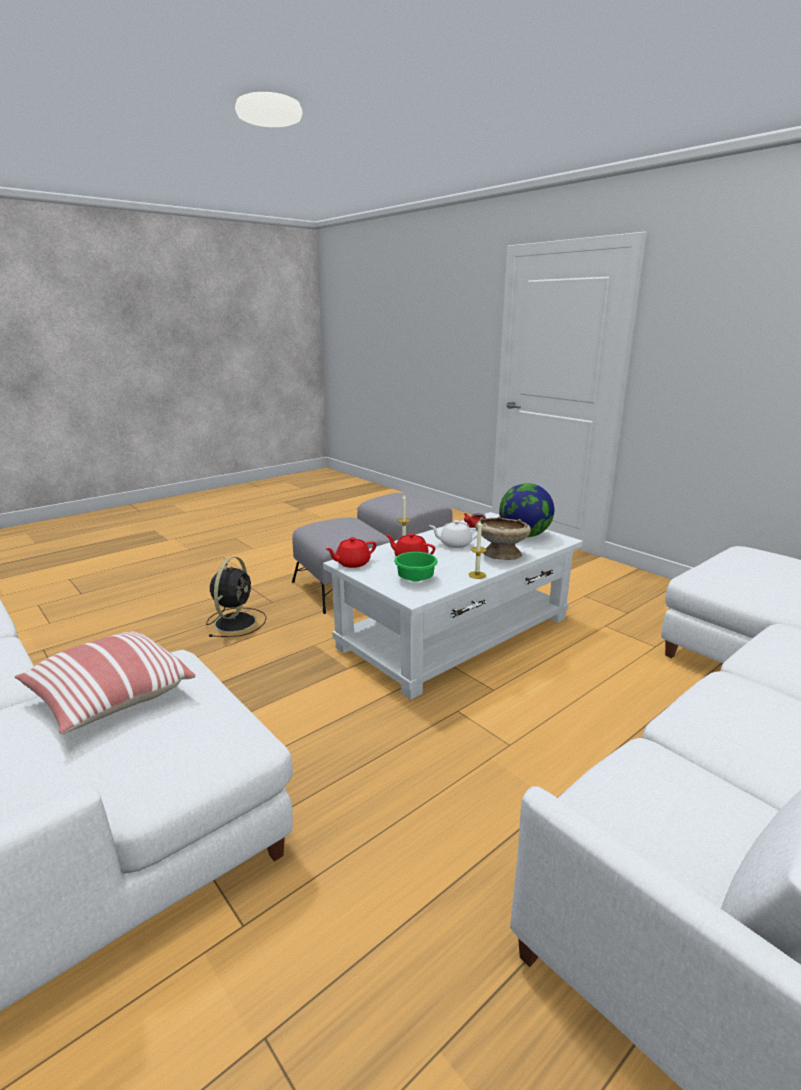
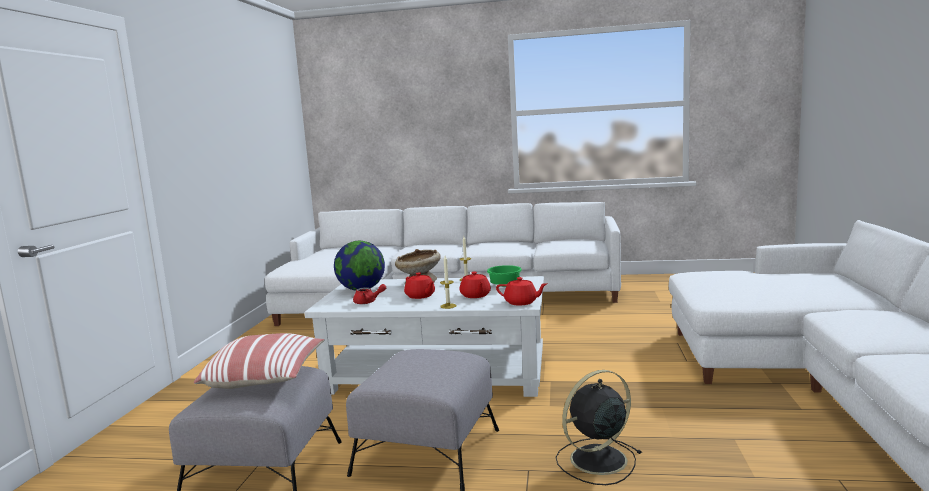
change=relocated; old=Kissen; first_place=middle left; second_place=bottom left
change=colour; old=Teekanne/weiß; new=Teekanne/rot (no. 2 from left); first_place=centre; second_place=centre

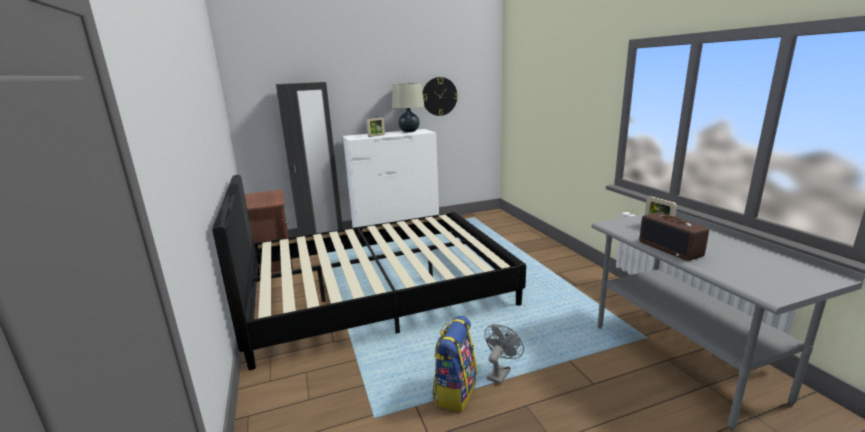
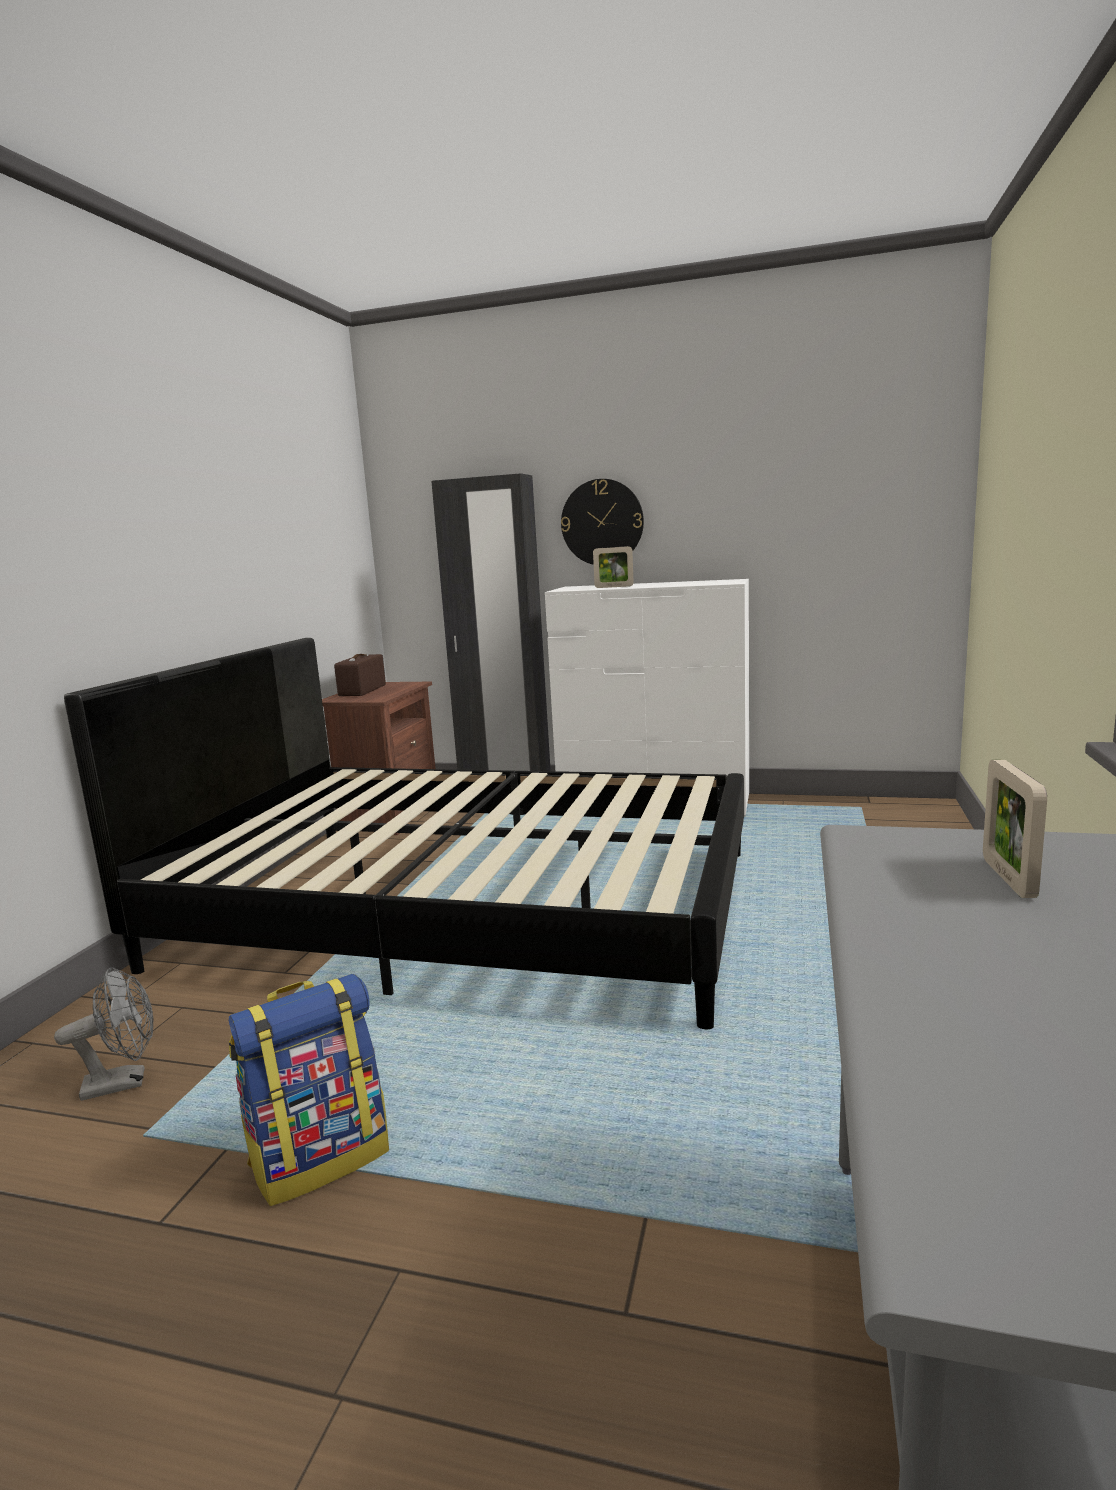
change=relocated; old=Ventilator/grau; first_place=bottom centre; second_place=bottom left
change=relocated; old=Radio; first_place=middle right; second_place=middle left
change=relocated; old=Wanduhr; first_place=top centre; second_place=centre
change=missing; old=Tischlampe/beige; first_place=top centre

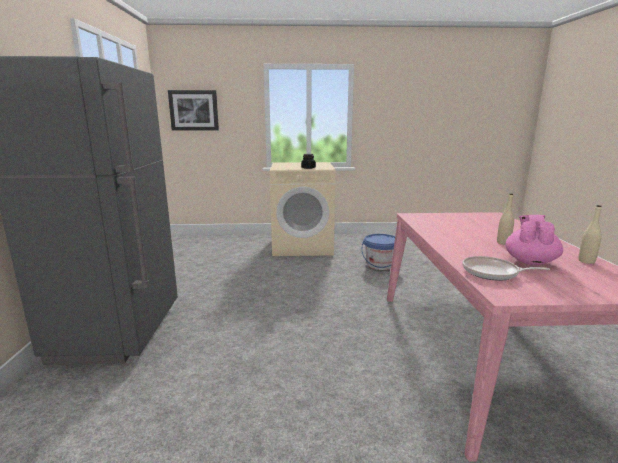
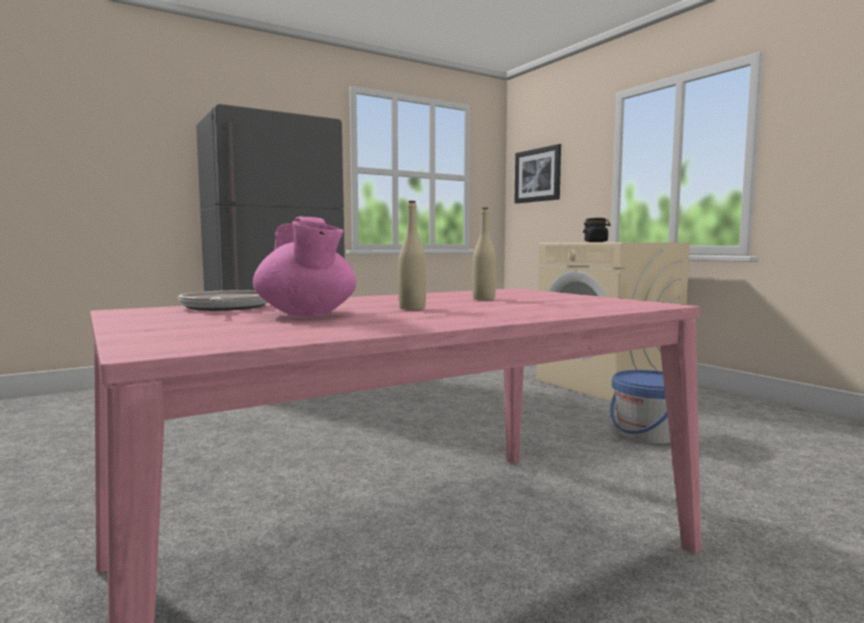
change=spun; old=Teekanne/rosa; first_place=middle right; second_place=centre; degrees=75
change=relocated; old=Flasche/beige (no. 2 from left); first_place=middle right; second_place=centre

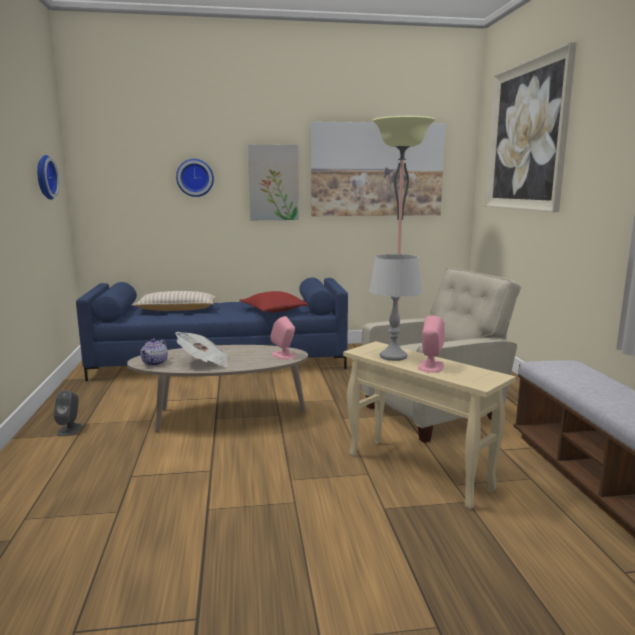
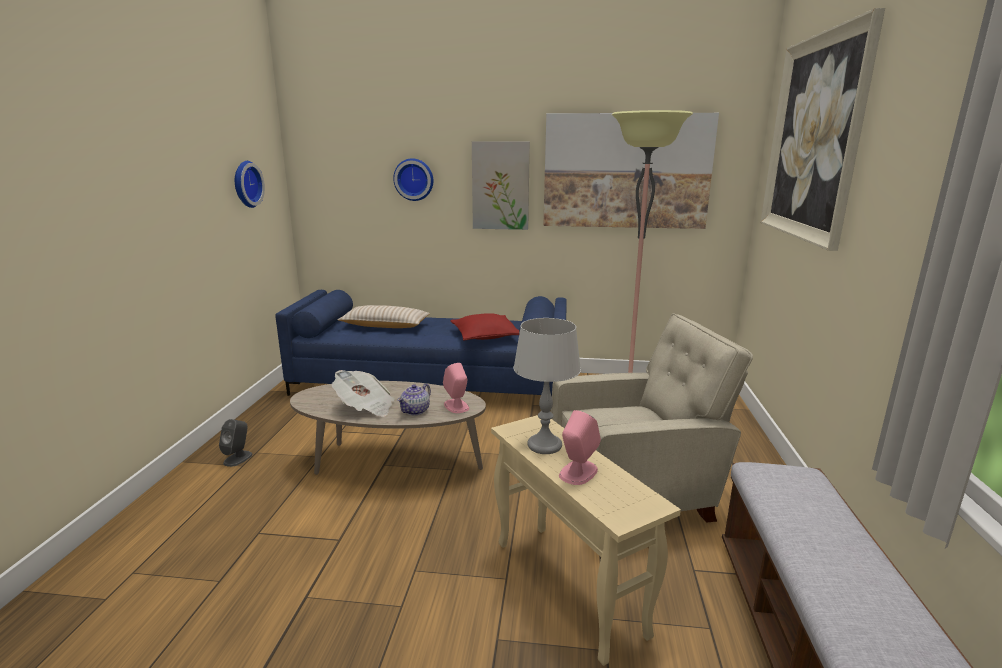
change=relocated; old=Teekanne; first_place=middle left; second_place=centre

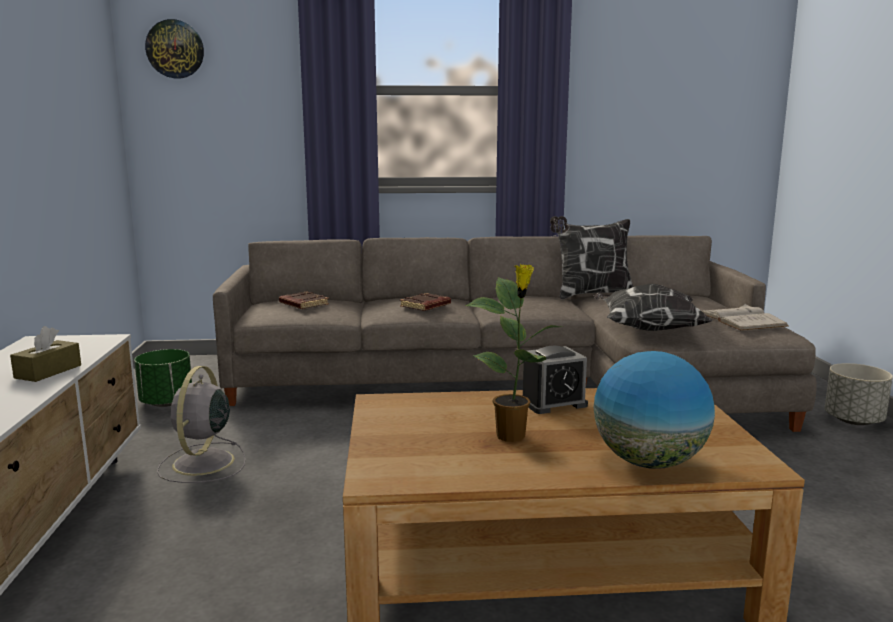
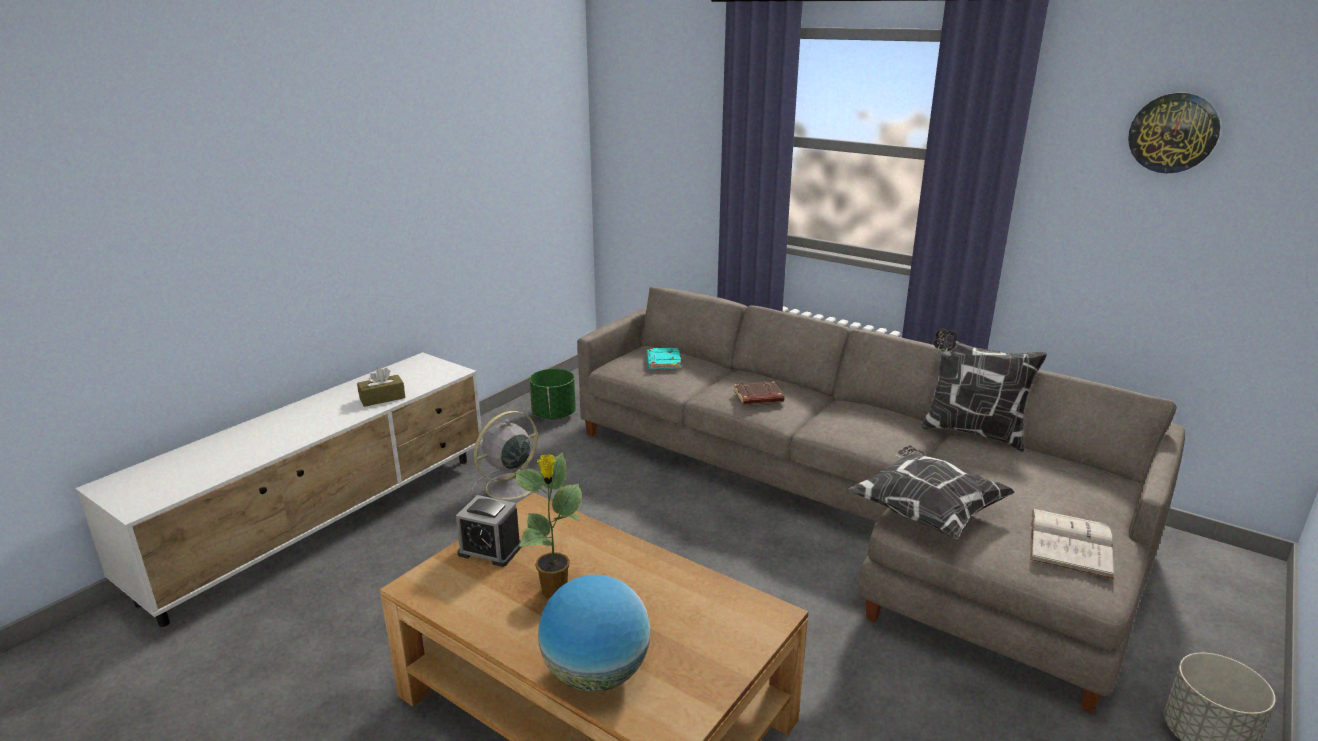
change=relocated; old=Wecker; first_place=centre; second_place=bottom centre
change=colour; old=Buch/braun (no. 1 from left); new=Buch/türkis; first_place=centre; second_place=centre
change=relocated; old=Wanduhr; first_place=top left; second_place=top right

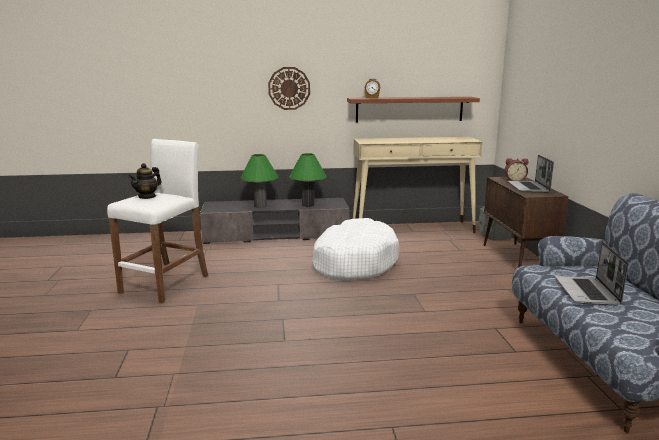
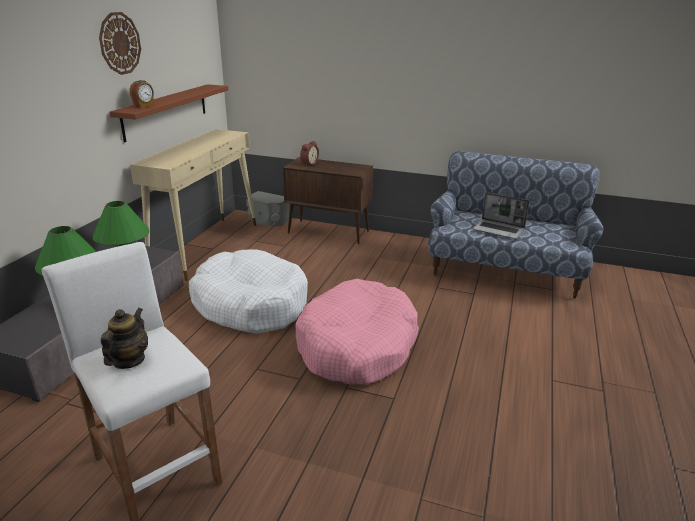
change=relocated; old=Wanduhr; first_place=top centre; second_place=top left
change=spun; old=Teekanne; first_place=middle left; second_place=middle left; degrees=-135
change=appeared; new=Hundebett/rosa; second_place=centre
change=missing; old=Laptop (no. 1 from left); first_place=middle right

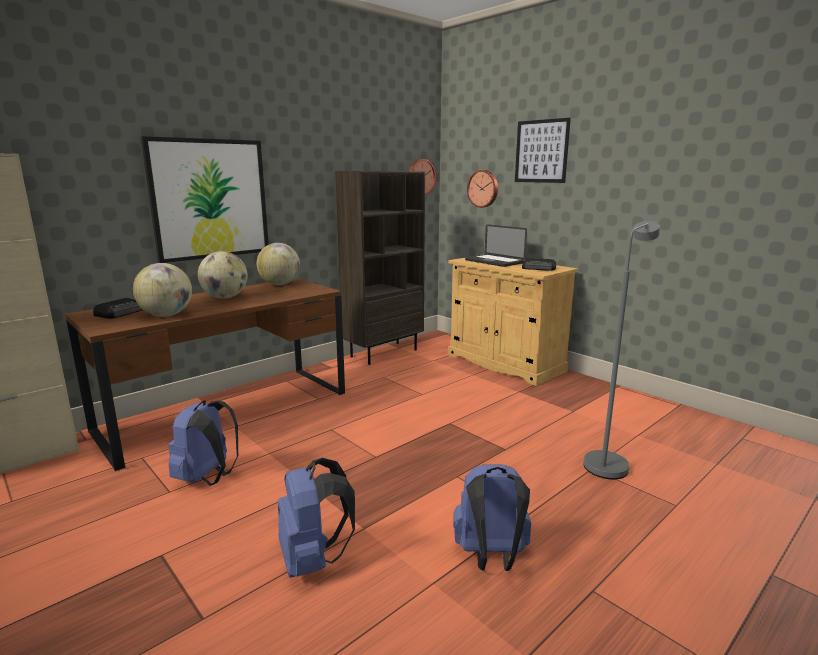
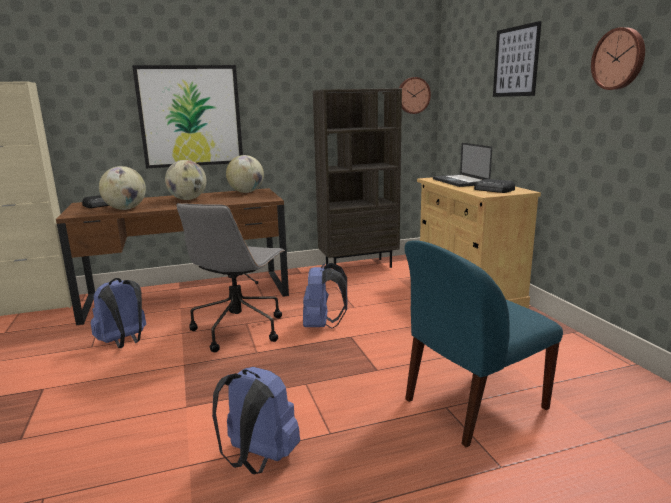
change=appeared; new=Bürostuhl/grau; second_place=centre
change=relocated; old=Rucksack/blau (no. 2 from left in the first image); new=Rucksack/blau (no. 3 from left); first_place=bottom centre; second_place=centre
change=exchanged; old=Stehlampe/grau; new=Stuhl/blau; first_place=middle right; second_place=bottom right
change=relocated; old=Wanduhr (no. 2 from left); first_place=top centre; second_place=top right

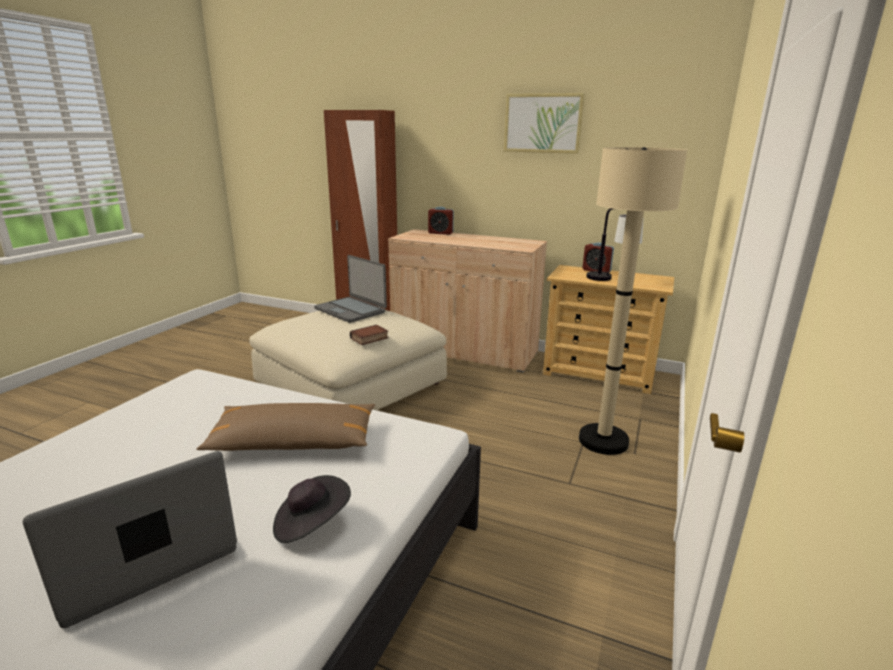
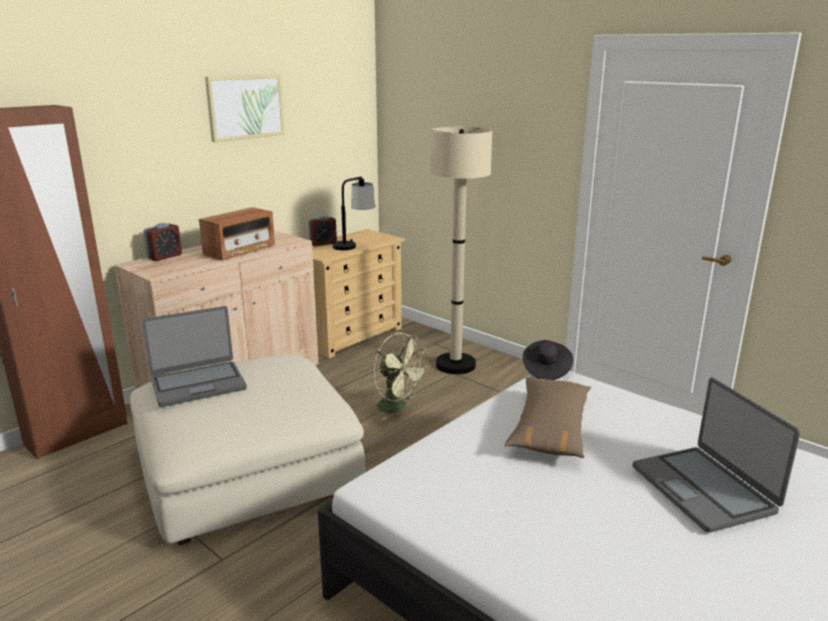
change=appeared; new=Radio; second_place=middle left
change=appeared; new=Ventilator/grün; second_place=centre
change=relocated; old=Hut/schwarz; first_place=bottom centre; second_place=centre
change=missing; old=Buch; first_place=centre

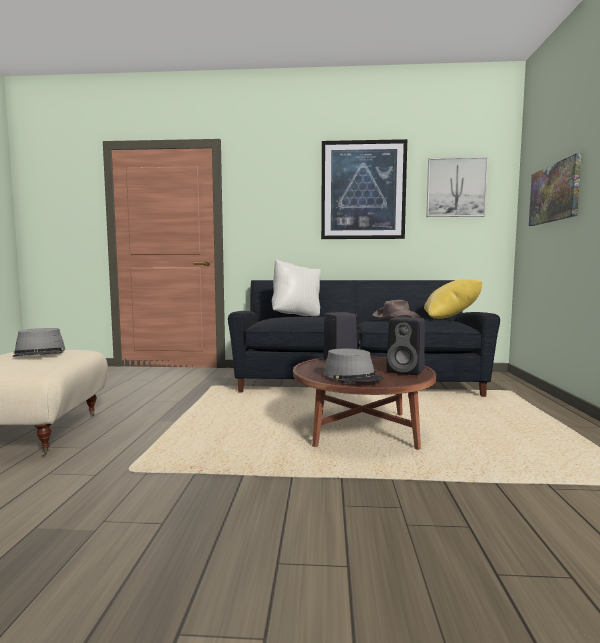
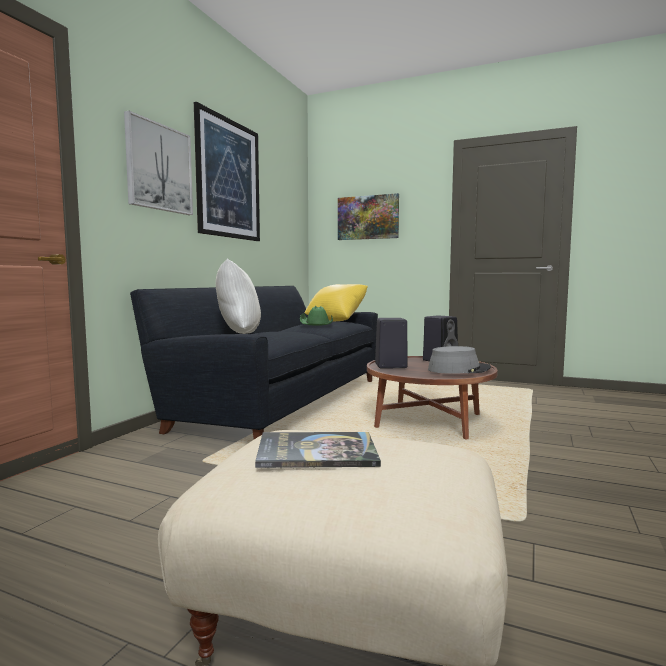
change=relocated; old=Bild (no. 2 from left in the first image); new=Bild (no. 1 from left); first_place=top right; second_place=top left
change=exchanged; old=Hut/grau (no. 1 from left); new=Buch; first_place=middle left; second_place=bottom centre
change=colour; old=Hut/braun; new=Hut/grün; first_place=centre; second_place=centre

